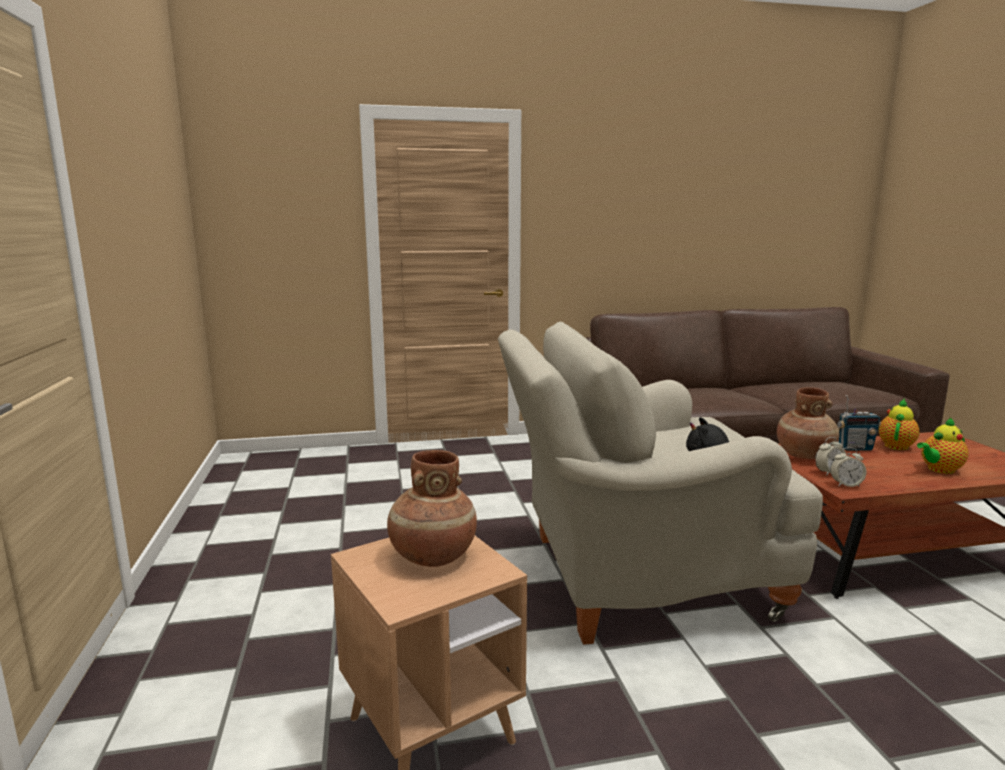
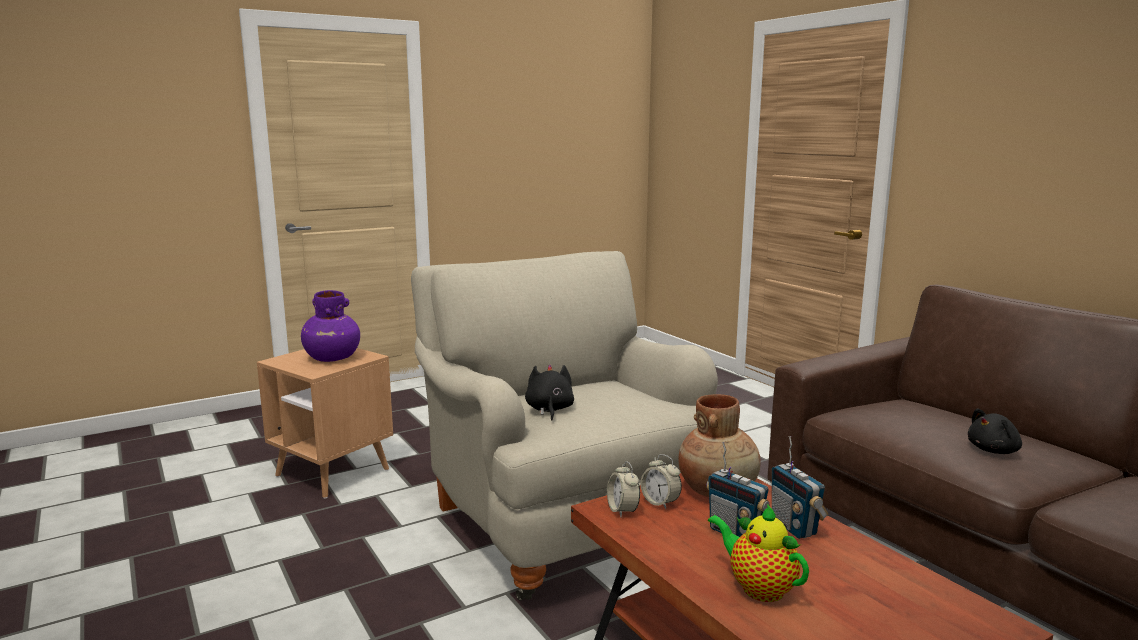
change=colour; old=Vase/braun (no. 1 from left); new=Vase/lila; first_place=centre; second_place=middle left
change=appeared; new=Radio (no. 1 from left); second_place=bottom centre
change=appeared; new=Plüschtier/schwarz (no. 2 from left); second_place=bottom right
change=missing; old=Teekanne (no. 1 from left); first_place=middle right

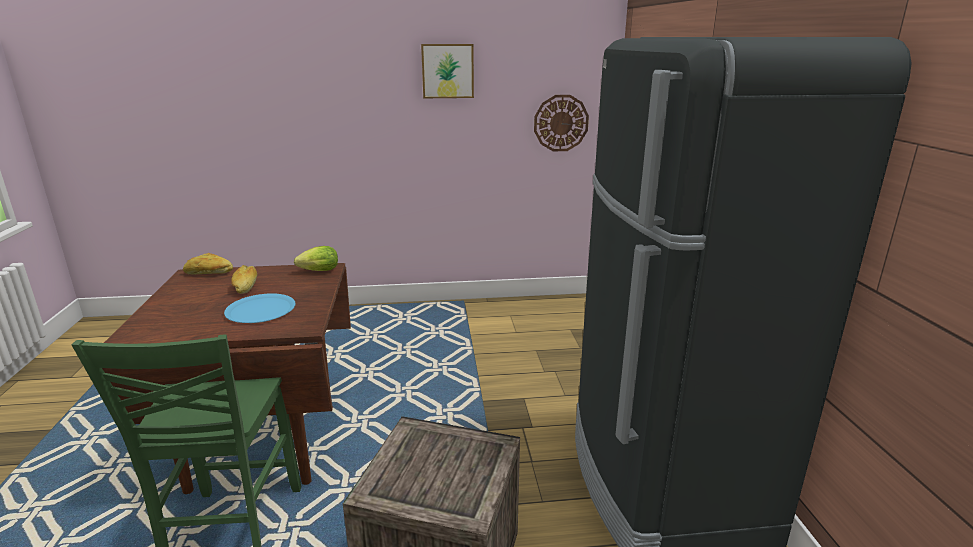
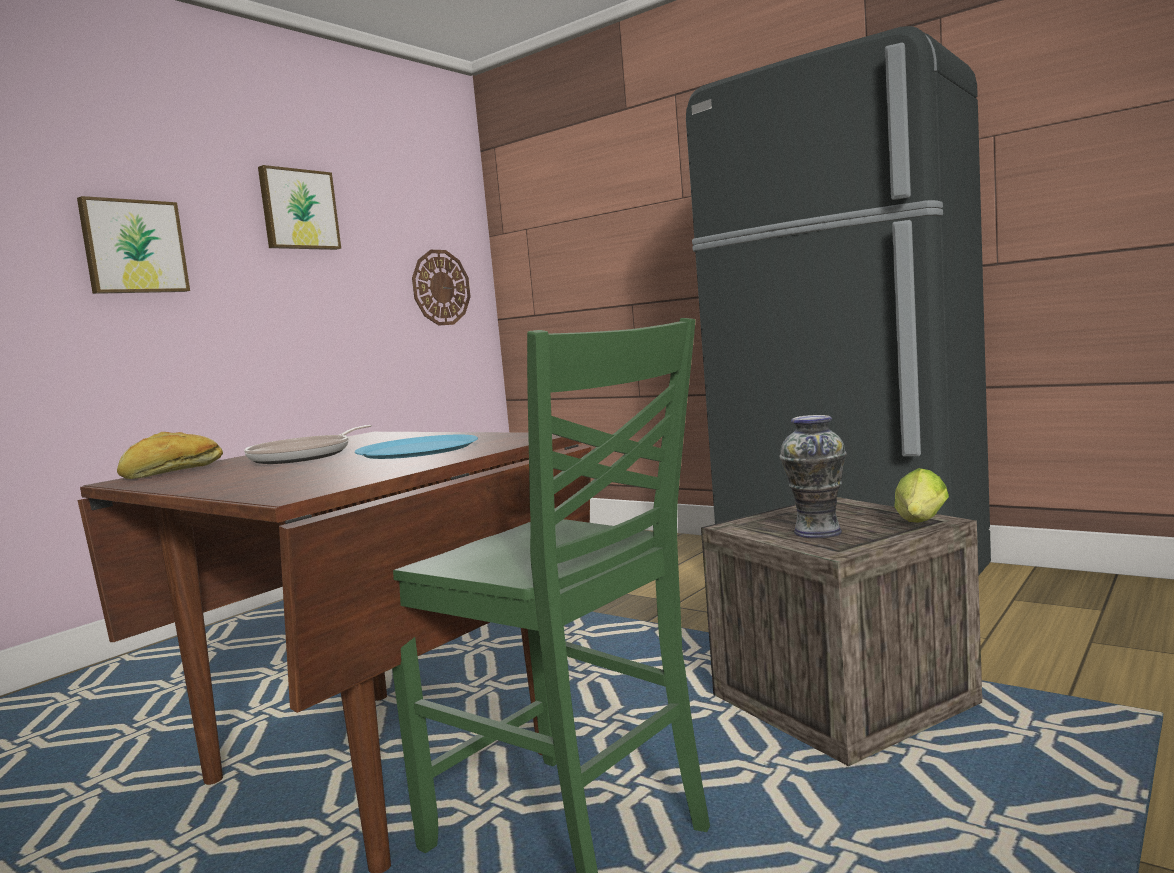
change=appeared; new=Bild (no. 1 from left); second_place=top left
change=exchanged; old=Brot (no. 2 from left); new=Pfanne; first_place=middle left; second_place=middle left
change=appeared; new=Vase; second_place=middle right
change=relocated; old=Salatkopf; first_place=middle left; second_place=middle right

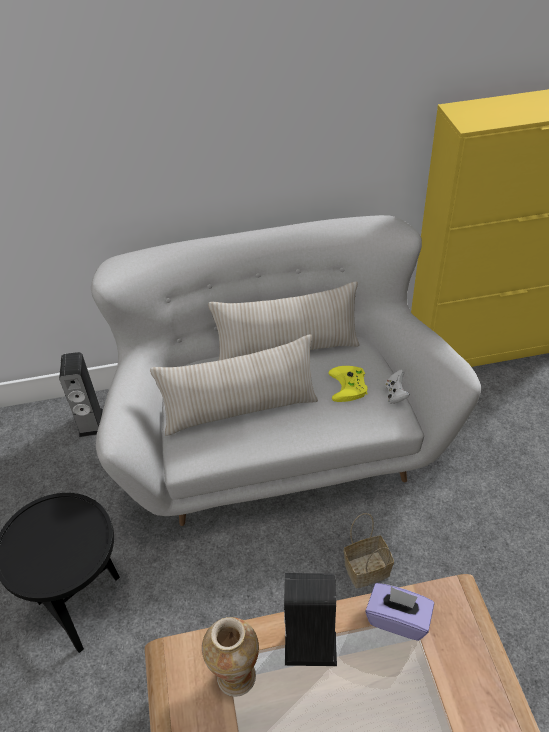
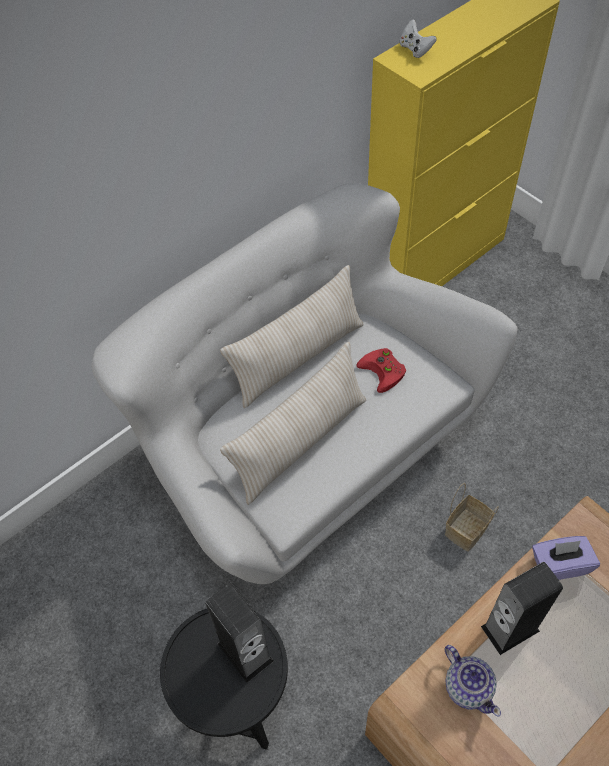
change=relocated; old=Lautsprecher (no. 1 from left); first_place=middle left; second_place=bottom centre
change=colour; old=Gamepad/gelb; new=Gamepad/rot; first_place=centre; second_place=centre
change=relocated; old=Gamepad/weiß; first_place=middle right; second_place=top right
change=exchanged; old=Vase; new=Teekanne; first_place=bottom centre; second_place=bottom right

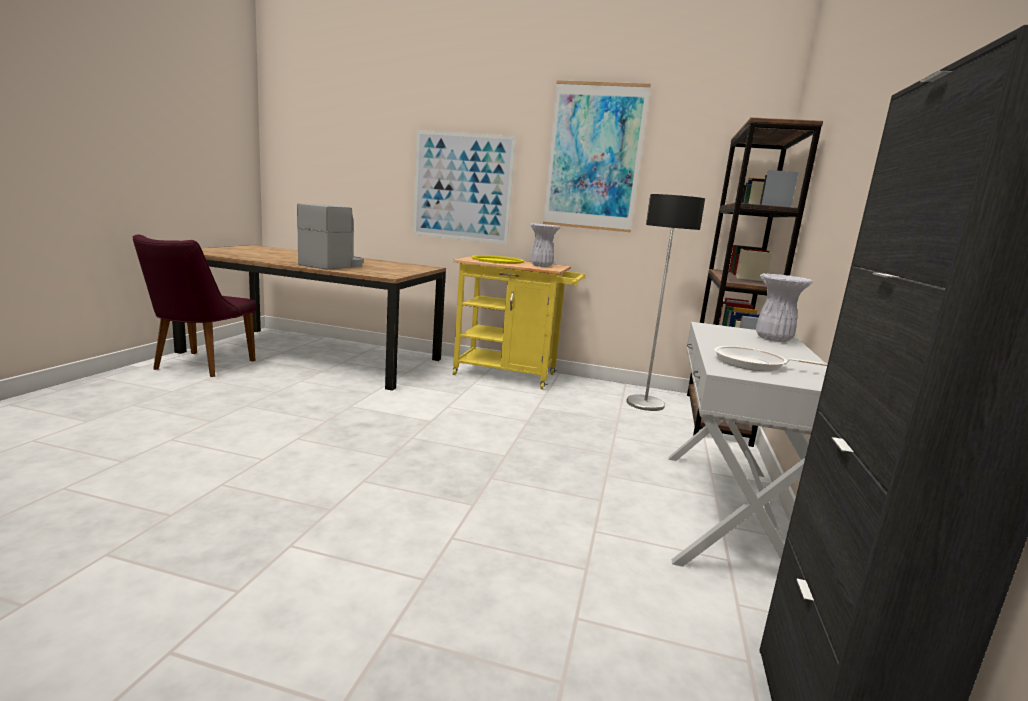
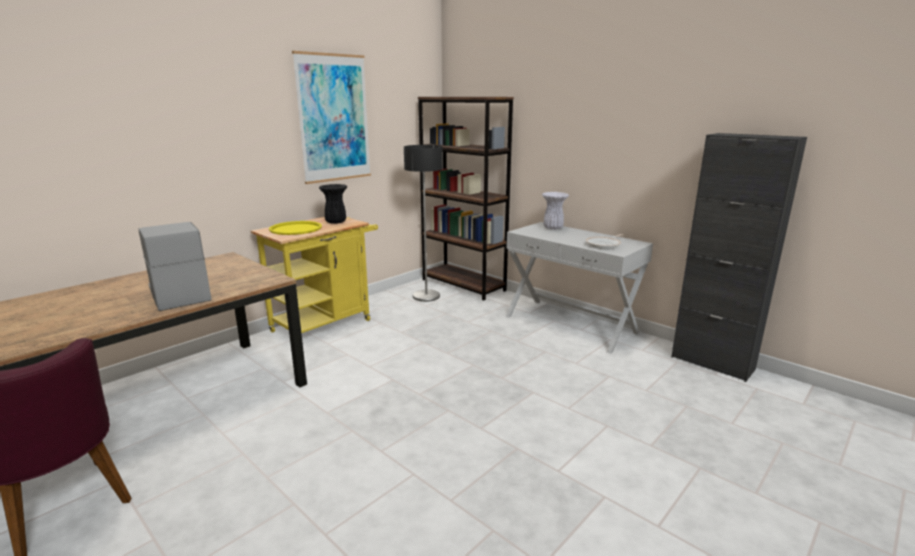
change=colour; old=Vase/weiß (no. 1 from left); new=Vase/schwarz; first_place=centre; second_place=centre
change=missing; old=Bild (no. 1 from left); first_place=top centre

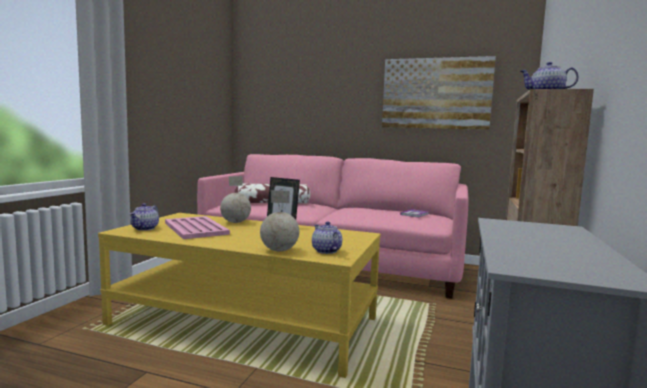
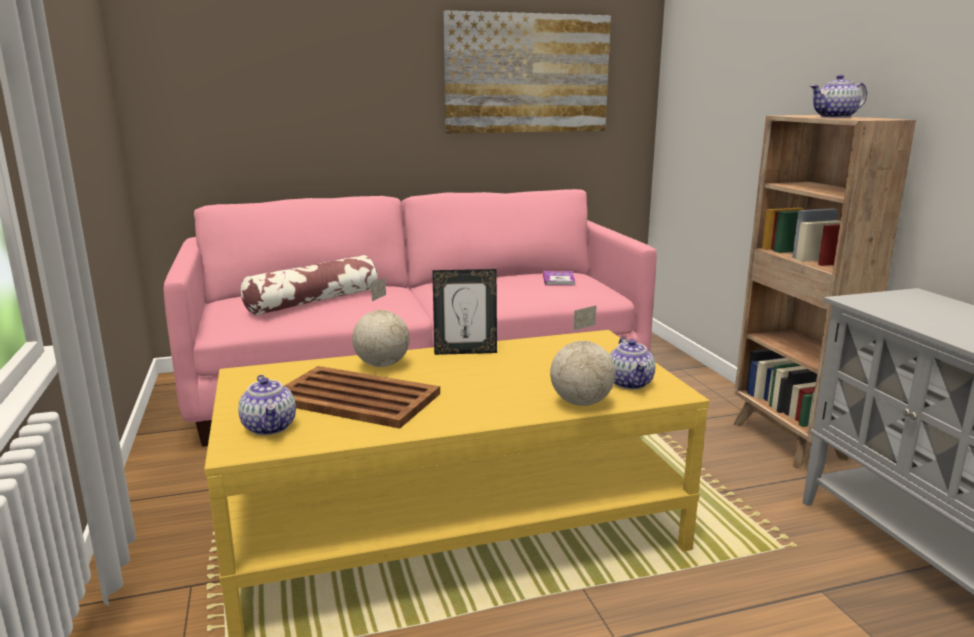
change=colour; old=Tablett/rosa; new=Tablett/braun; first_place=middle left; second_place=centre
change=spun; old=Teekanne (no. 2 from left); first_place=centre; second_place=centre; degrees=-120

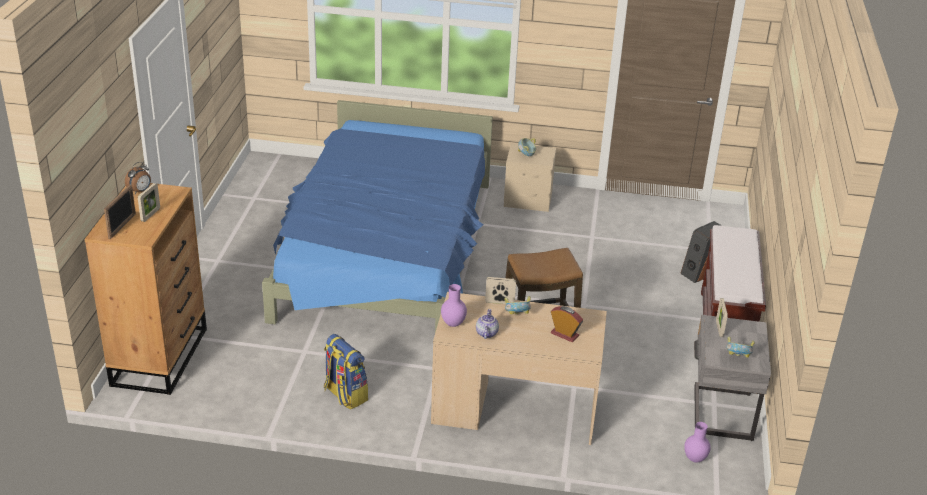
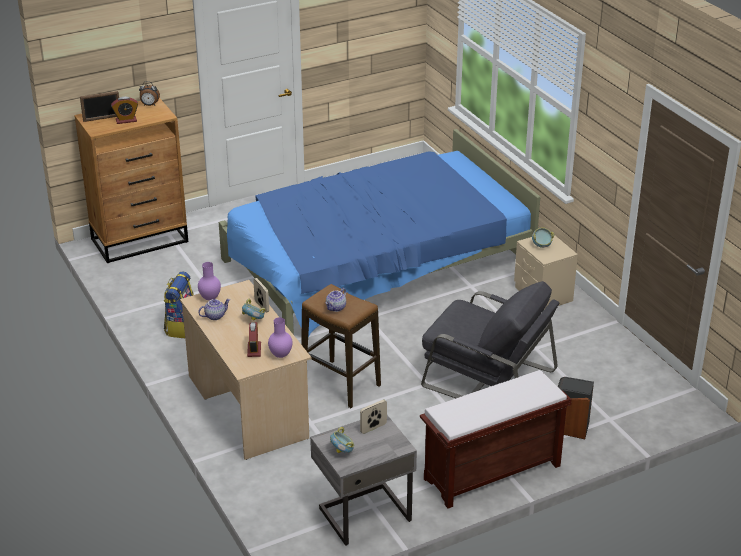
change=exchanged; old=Bilderrahmen (no. 2 from left); new=Wecker (no. 1 from left); first_place=middle left; second_place=top left
change=relocated; old=Vase/lila (no. 2 from left); first_place=bottom right; second_place=centre
change=appeared; new=Teekanne (no. 2 from left); second_place=centre
change=appeared; new=Sessel/grau; second_place=centre

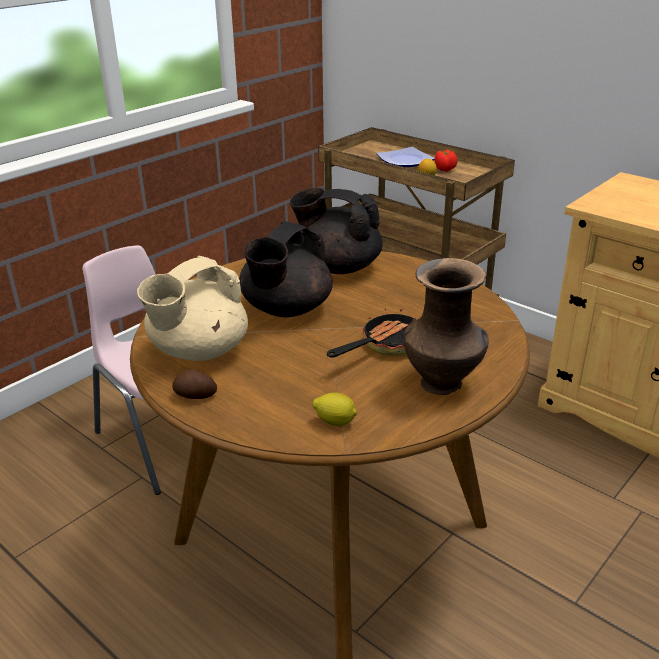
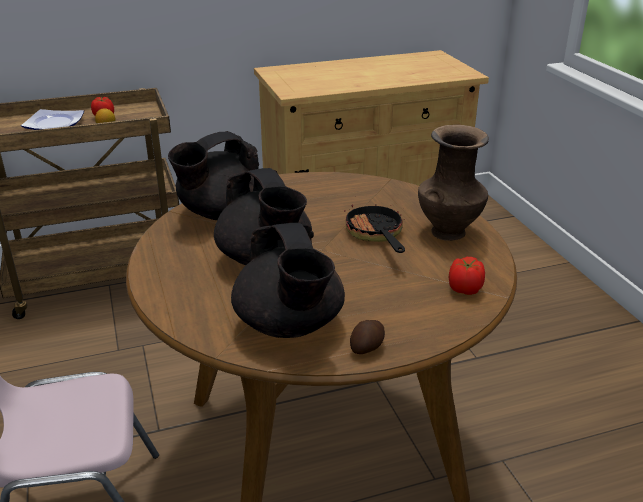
change=colour; old=Teekanne/beige; new=Teekanne/schwarz (no. 3 from left); first_place=middle left; second_place=centre
change=exchanged; old=Zitrone (no. 1 from left); new=Tomate (no. 2 from left); first_place=centre; second_place=middle right

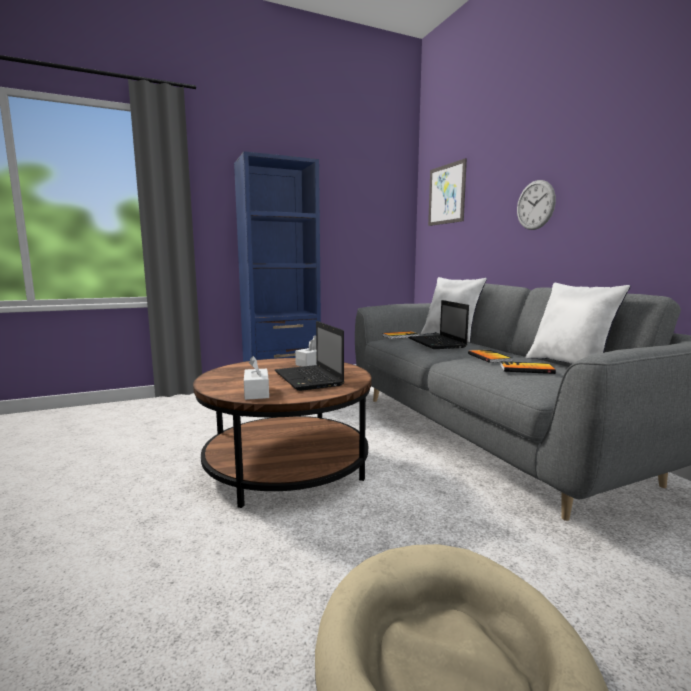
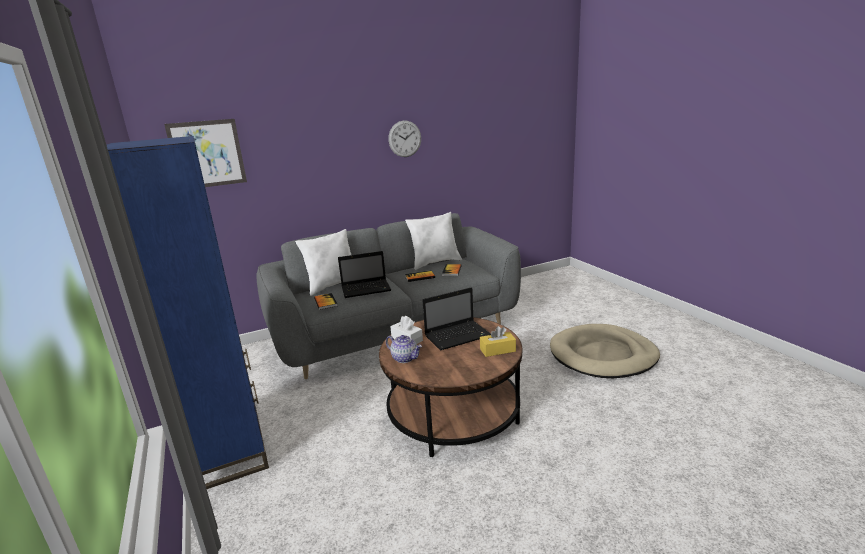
change=appeared; new=Teekanne; second_place=centre
change=relocated; old=Wanduhr; first_place=top right; second_place=top centre
change=colour; old=Taschentuchbox/weiß (no. 1 from left); new=Taschentuchbox/gelb; first_place=centre; second_place=centre

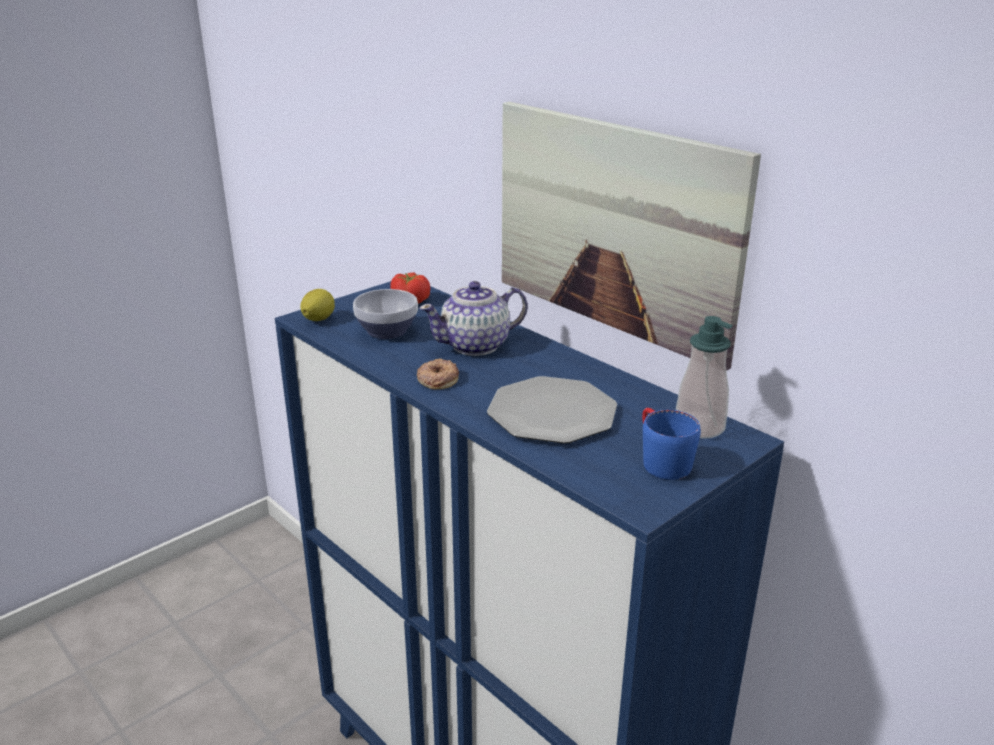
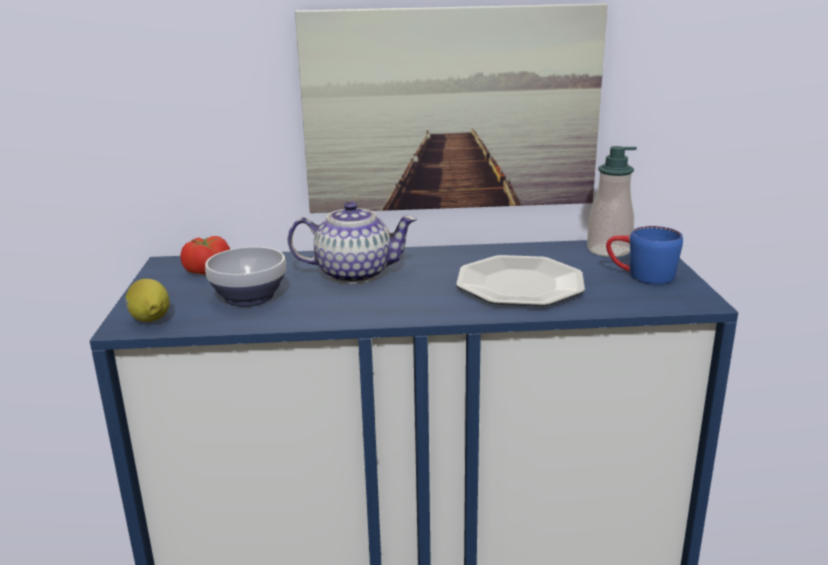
change=spun; old=Teekanne; first_place=centre; second_place=centre; degrees=-105
change=missing; old=Donut; first_place=centre

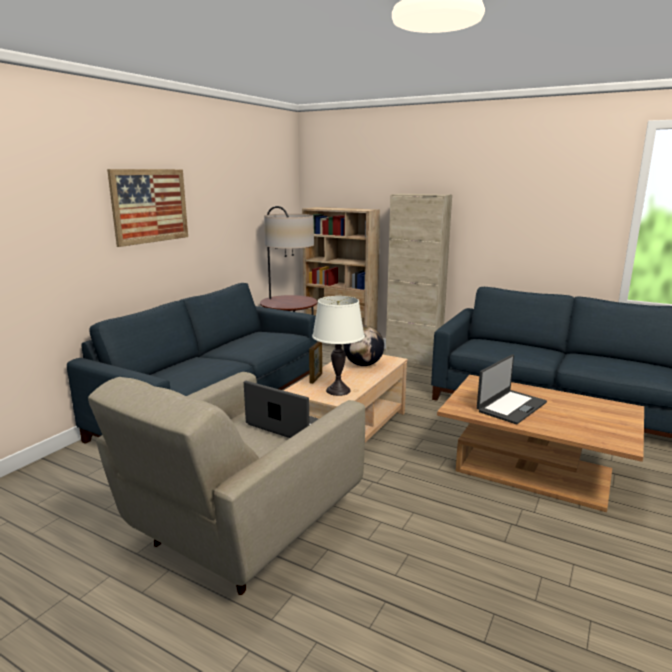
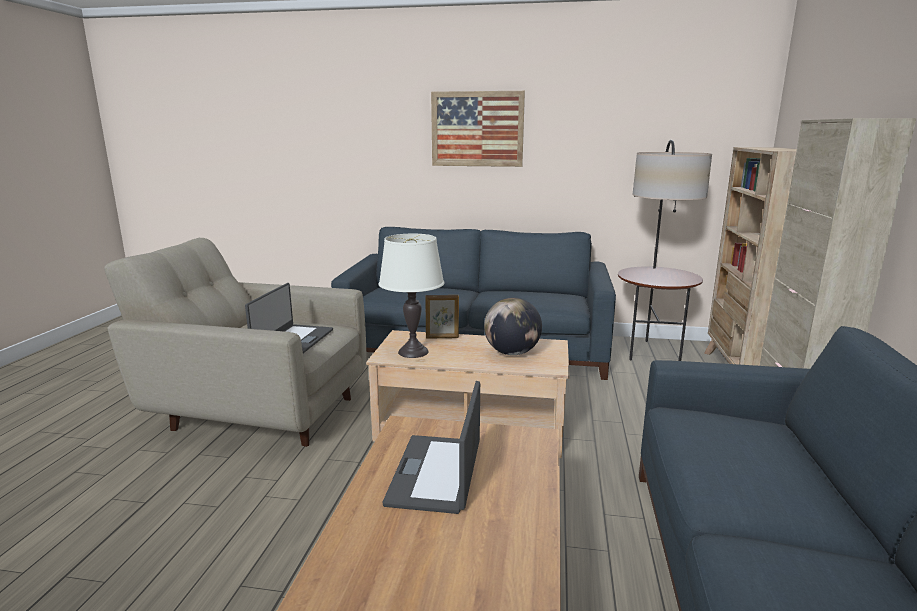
change=spun; old=Laptop (no. 2 from left); first_place=middle right; second_place=bottom centre; degrees=75

